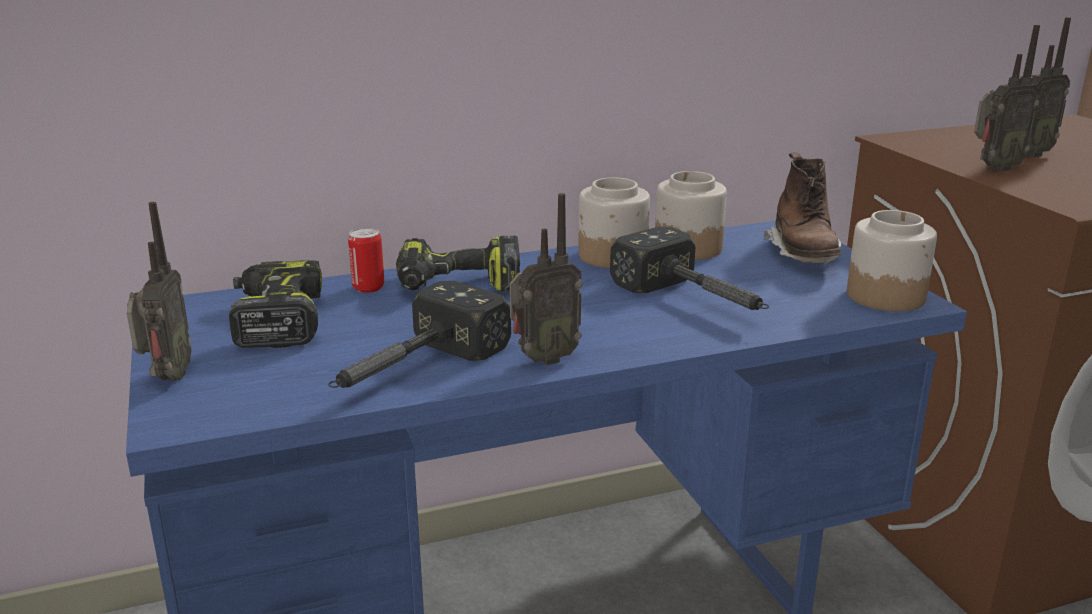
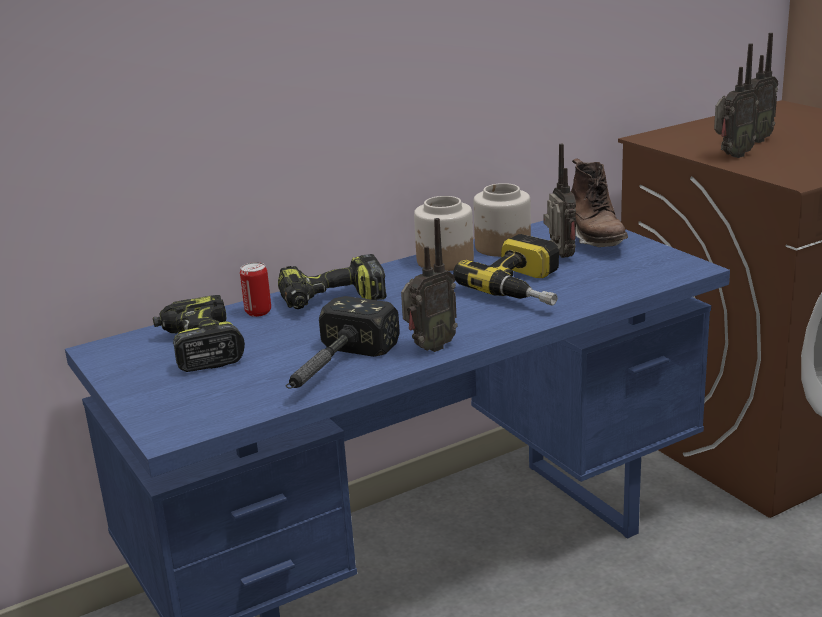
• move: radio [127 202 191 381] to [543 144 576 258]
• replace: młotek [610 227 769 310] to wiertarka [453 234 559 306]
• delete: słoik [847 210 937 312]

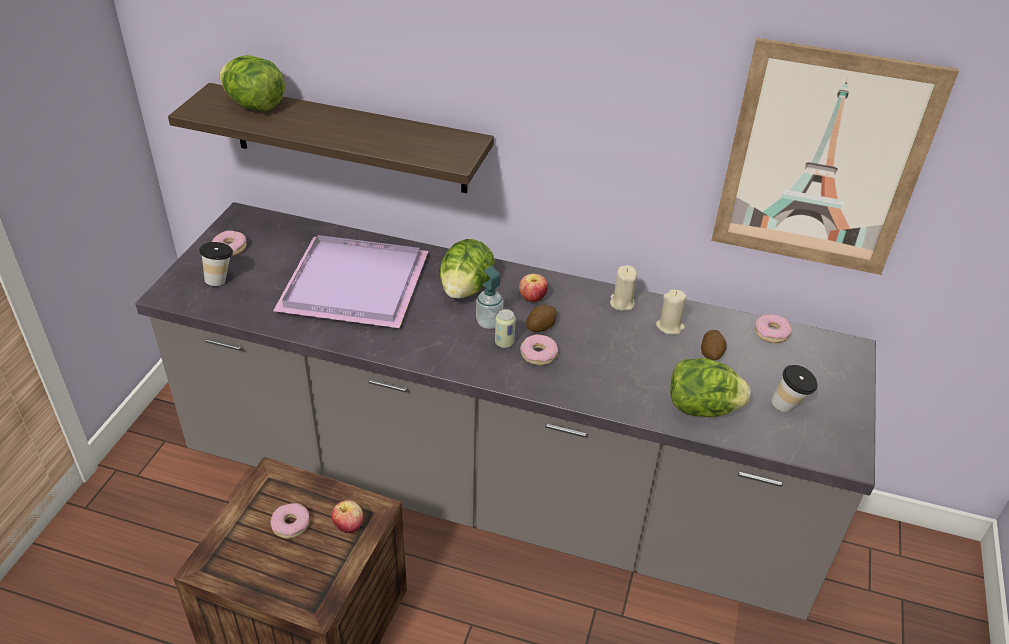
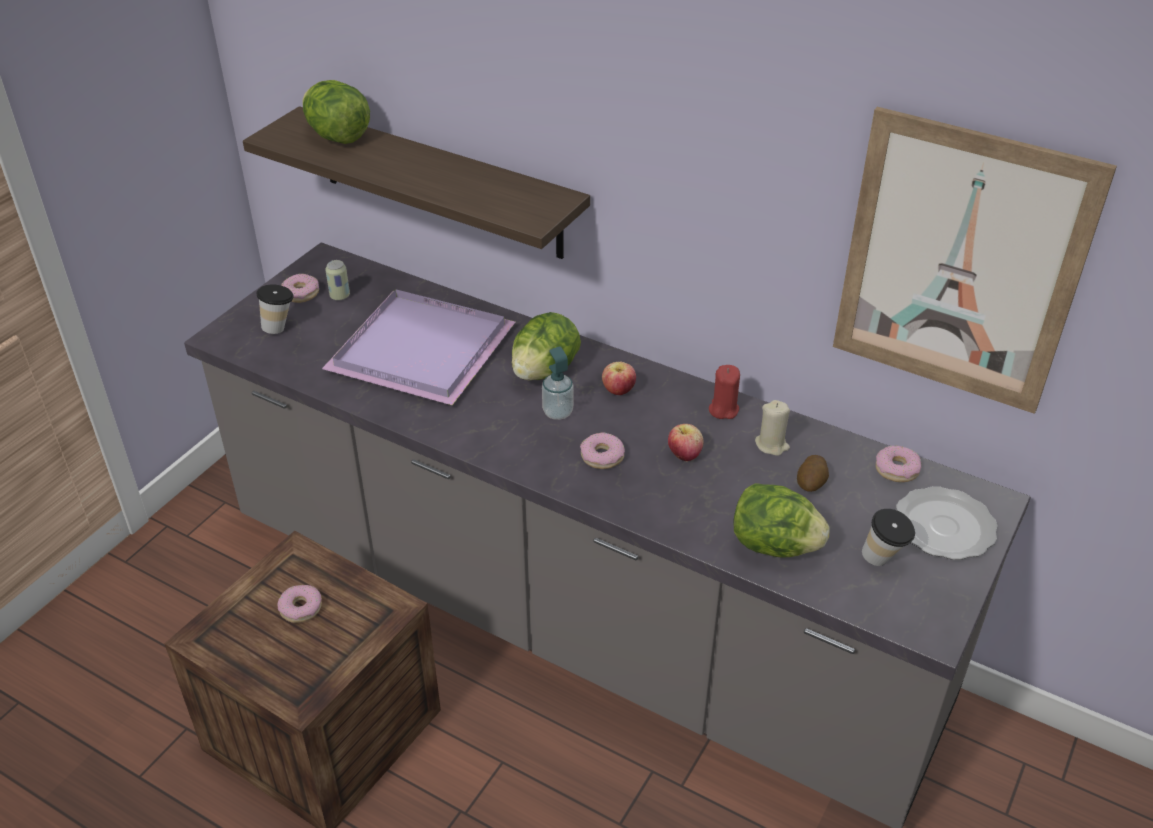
• move: jabłko [332 500 363 533] to [668 424 704 461]
• move: puszka [495 309 516 348] to [325 260 350 301]
• delete: ziemniak [526 305 557 332]
• recolor: świeca [beżowy] [610 265 637 311] to świeca [czerwony] [709 365 740 419]
• insert: talerz [896 486 998 560]

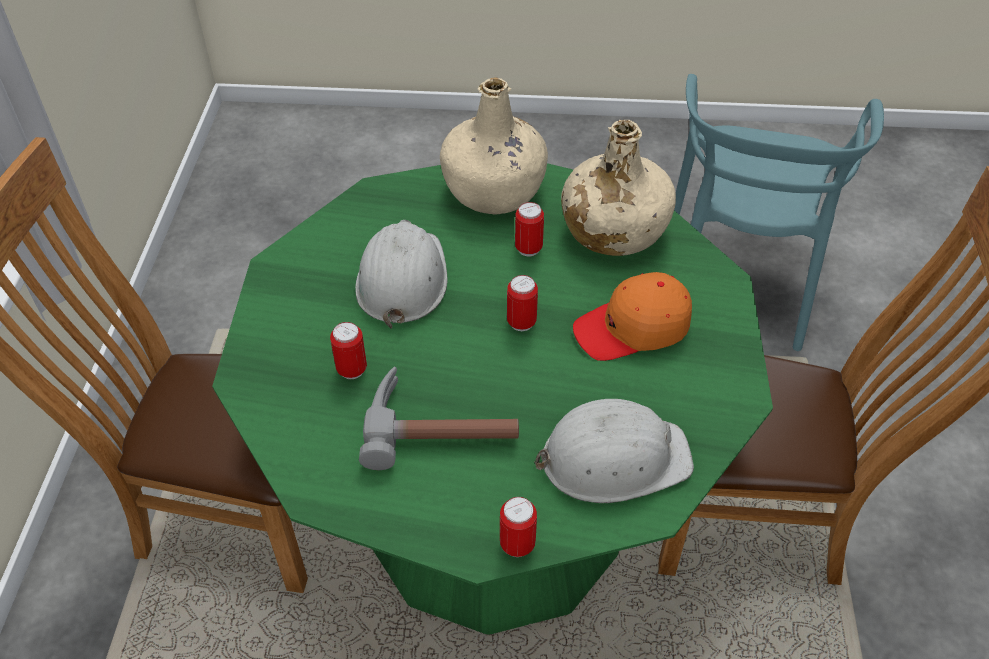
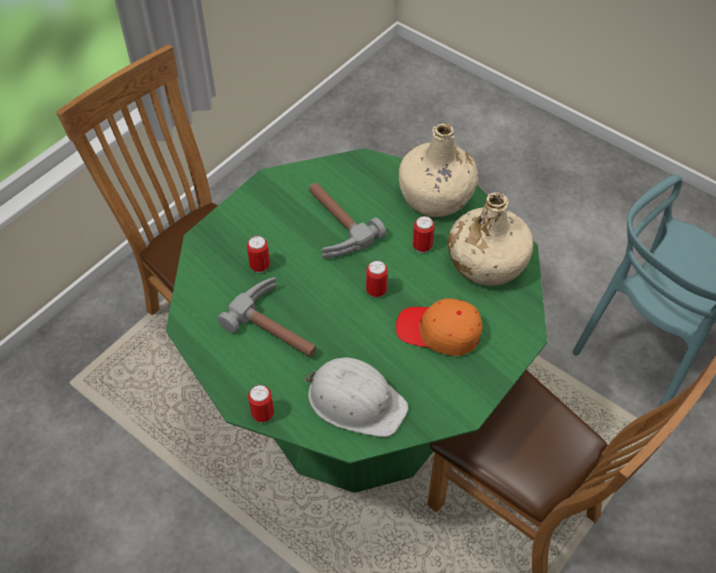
• replace: kask [biały] [355 220 448 329] to młotek [309 183 386 258]

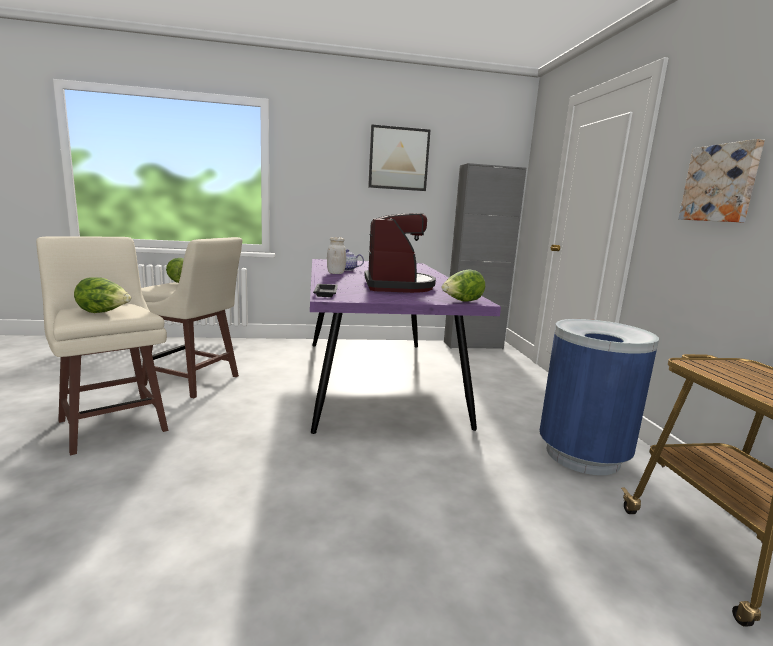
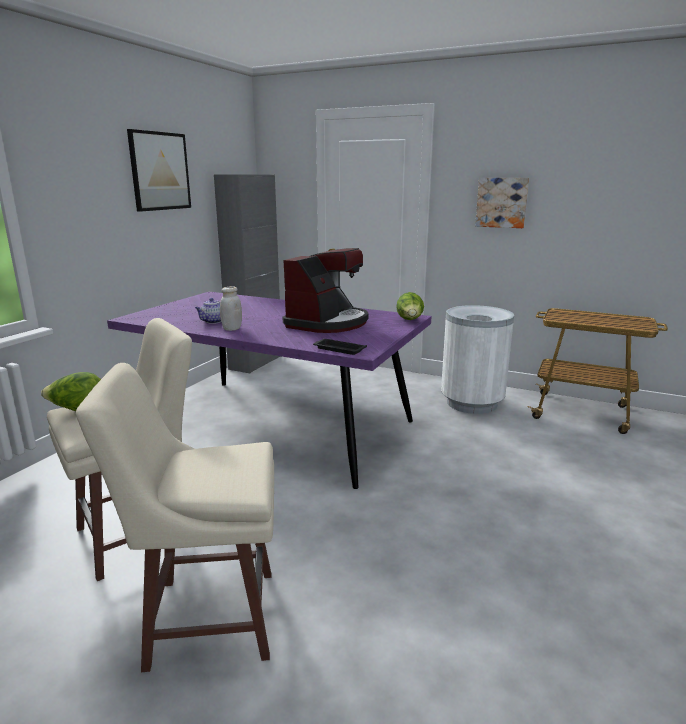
• delete: sałata [74 277 131 313]
• rotate: ekspres do kawy [364 213 436 293] = [283 248 369 333] 90 degrees clockwise
• recolor: kosz na śmieci [niebieski] [539 319 659 475] to kosz na śmieci [biały] [441 305 514 414]

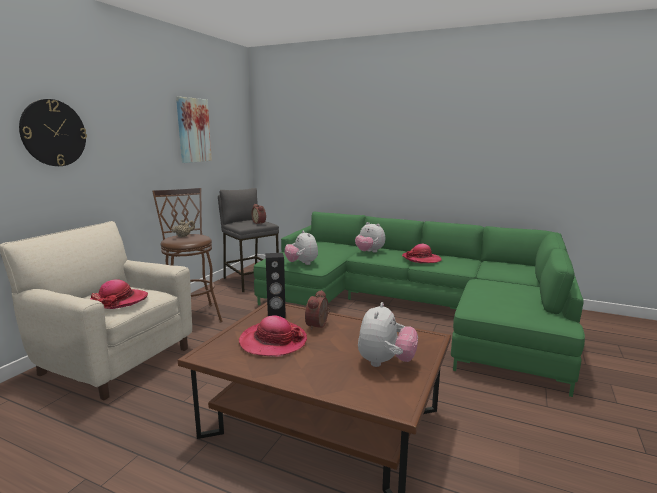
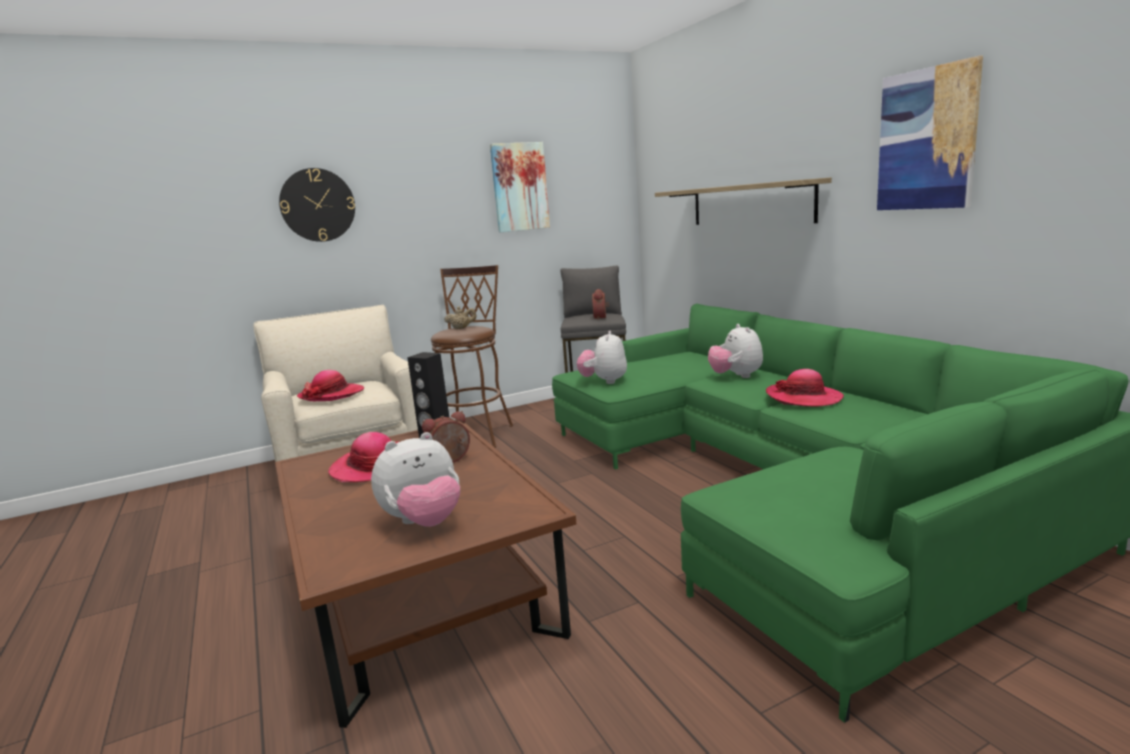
• insert: półka [655 178 832 225]
• insert: obraz [877 56 983 210]

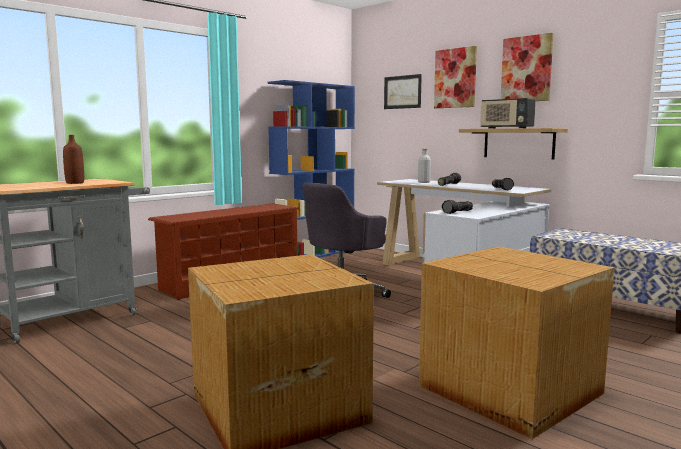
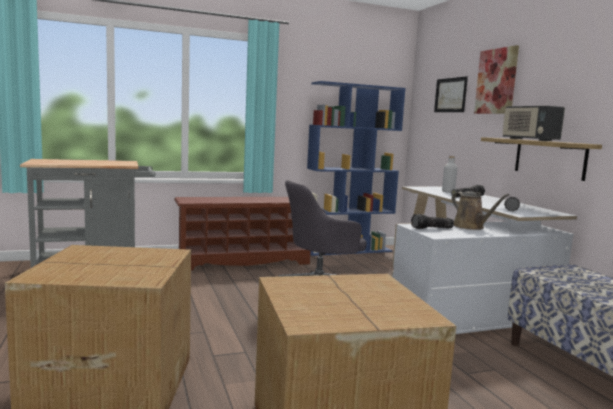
• delete: butelka [brązowy] [63 135 84 184]
• delete: obraz [501 33 554 101]
• insert: konewka [brązowy] [452 191 509 230]

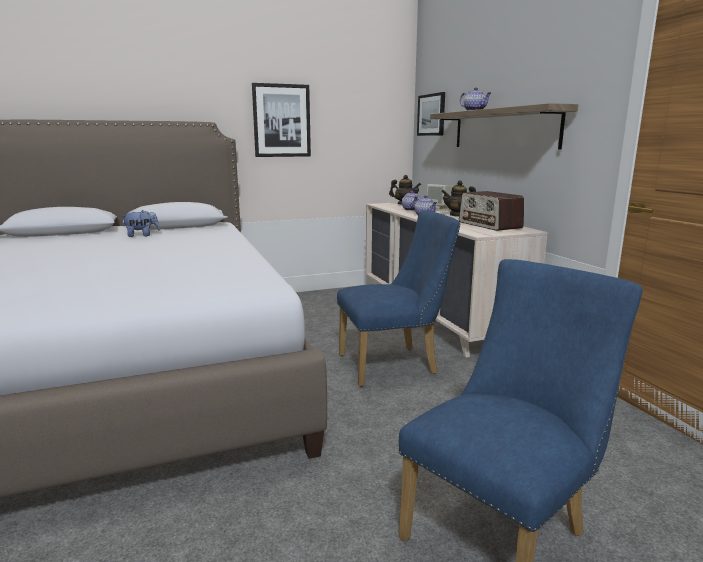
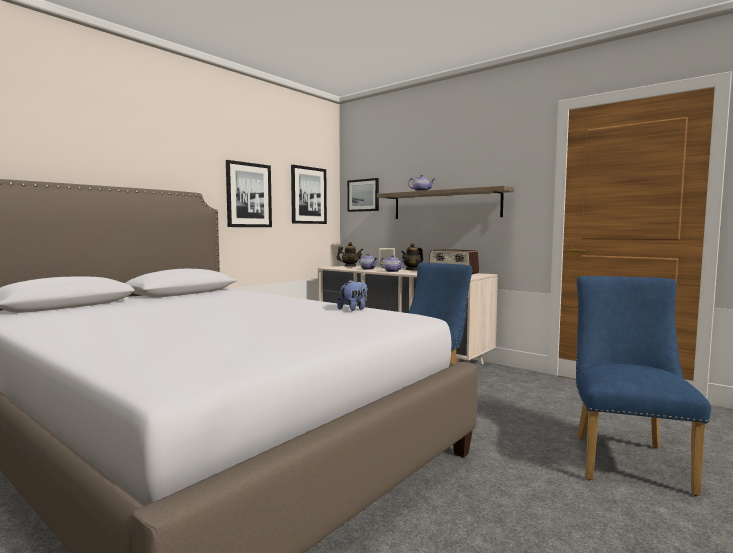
• move: pluszak [122 210 160 237] to [337 280 367 311]
• insert: obraz [291 165 327 224]

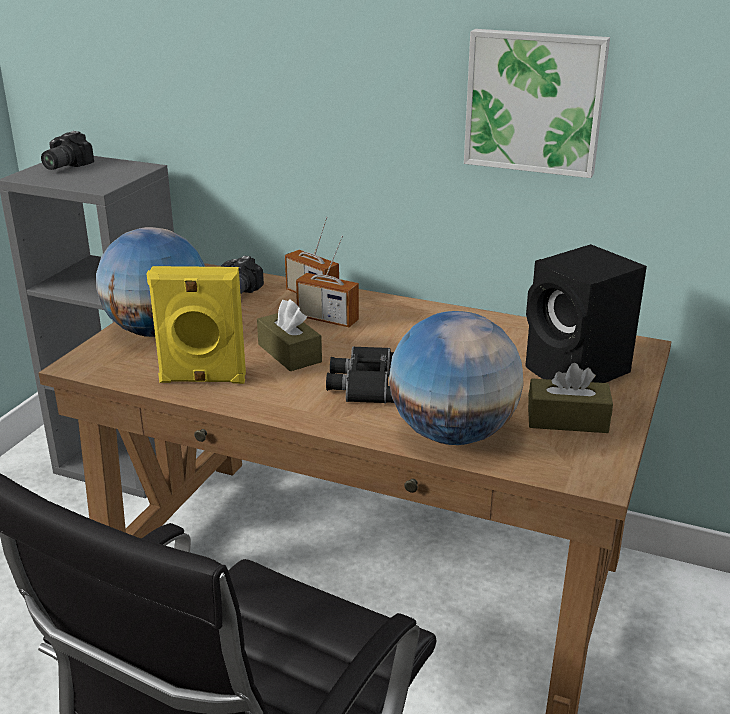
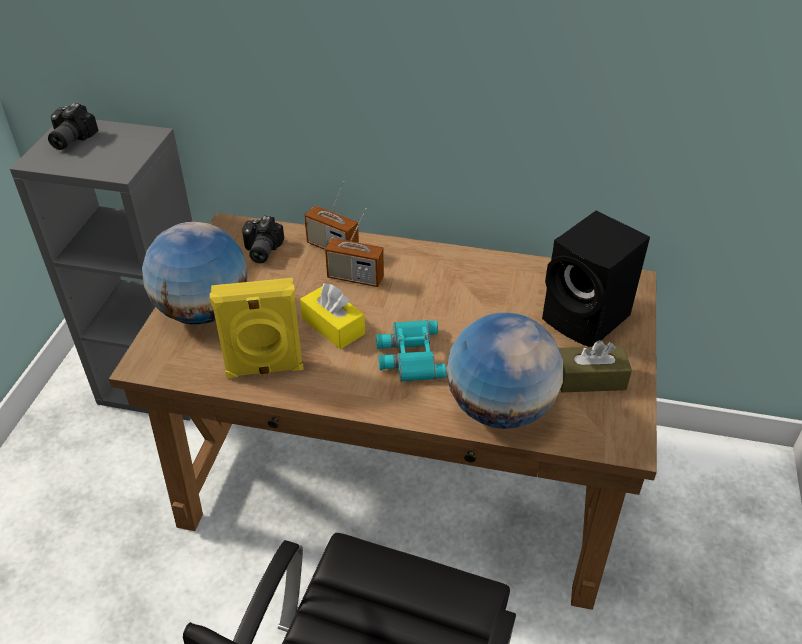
• recolor: pudełko chusteczek [brązowy] [257 299 322 371] to pudełko chusteczek [żółty] [300 283 365 349]
• recolor: lornetka [czarny] [326 346 394 403] to lornetka [turkusowy] [376 320 446 382]
• delete: obraz [464 29 610 178]

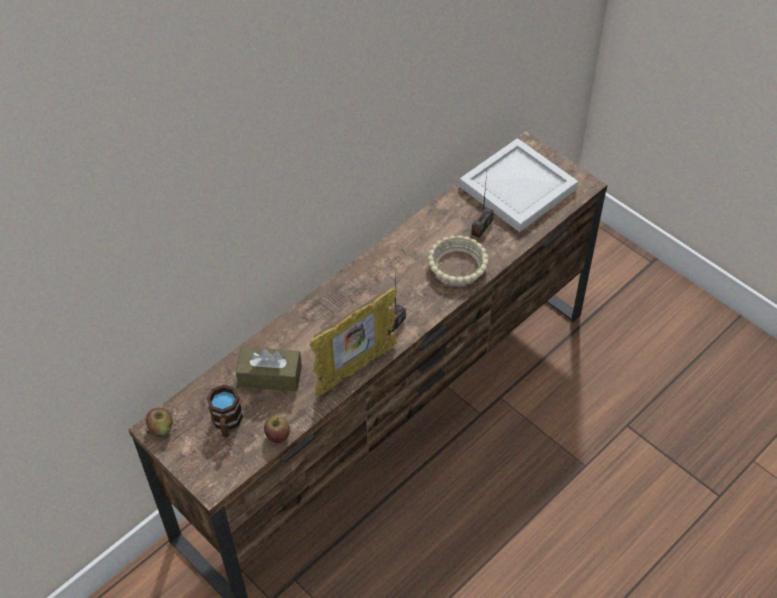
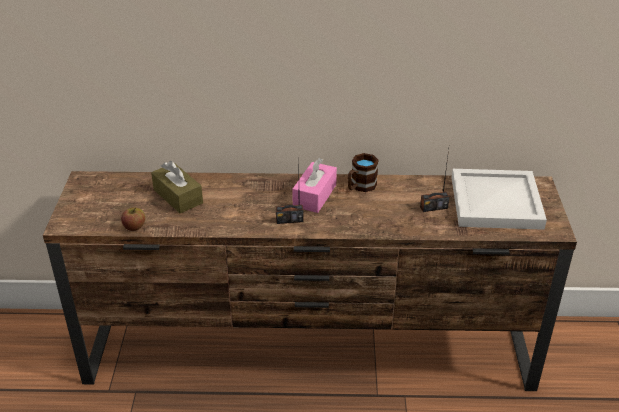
• delete: jabłko [146 408 173 435]
• move: kubek [brązowy] [207 385 243 437] to [348 153 379 192]
• delete: ramka na zdjęcie [310 287 397 397]
• delete: miska [beżowy] [428 235 489 285]
• insert: pudełko chusteczek [różowy] [292 158 337 213]

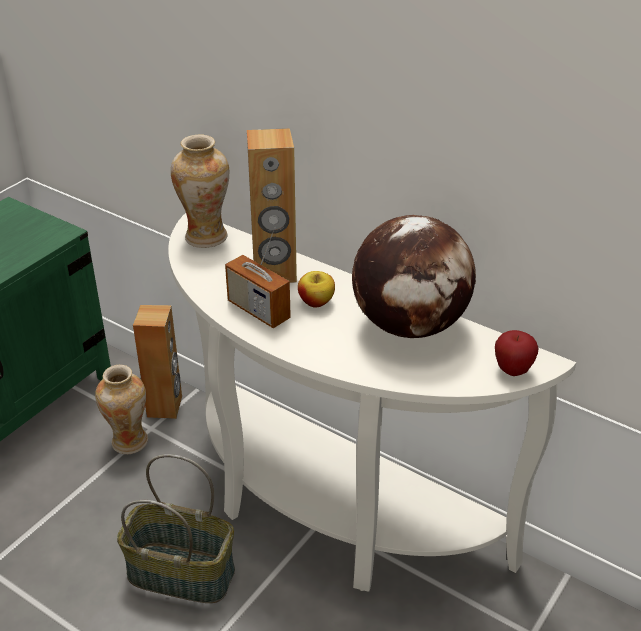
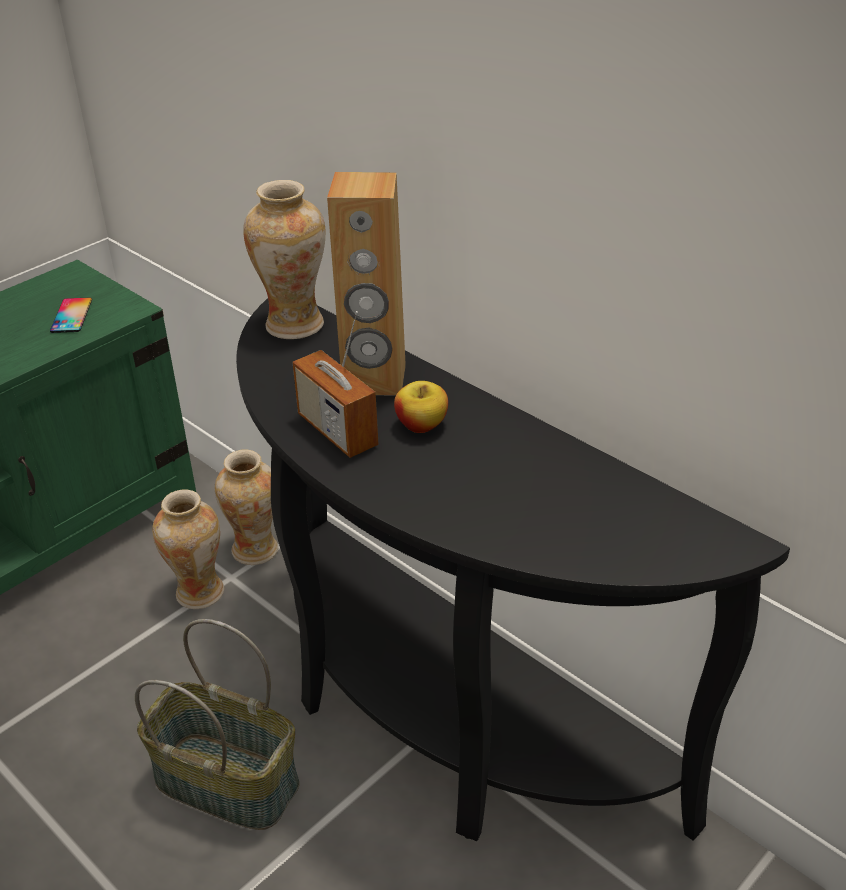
• replace: głośnik [brązowy] [133 305 182 419] to wazon [215 449 278 565]
• recolor: stolik konsolowy [biały] [168 213 576 592] to stolik konsolowy [czarny] [236 298 790 841]
• delete: globus [352 215 476 338]
• delete: jabłko [495 330 538 376]
• insert: telefon [50 298 92 333]

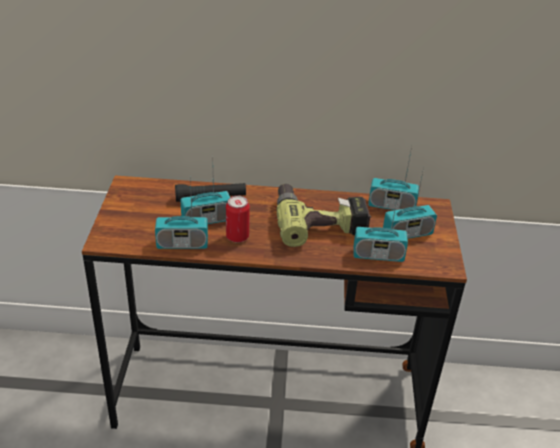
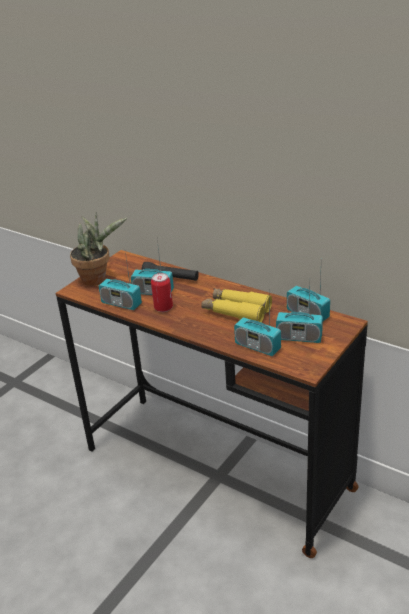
• replace: wiertarka [277 184 371 247] to lornetka [żółty] [201 288 272 323]
• insert: roślina doniczkowa [70 213 127 286]

